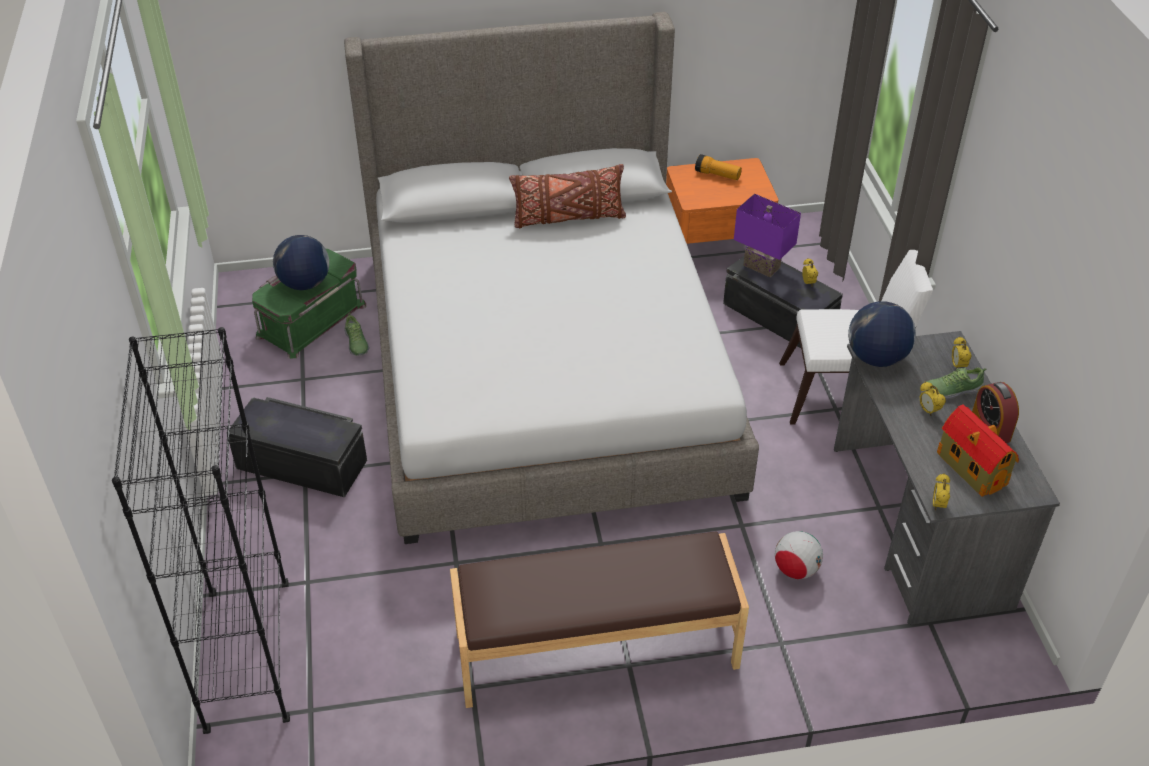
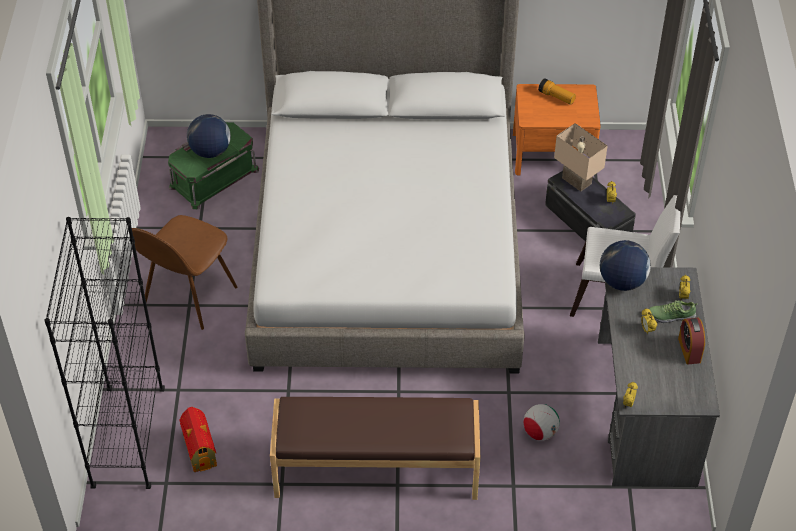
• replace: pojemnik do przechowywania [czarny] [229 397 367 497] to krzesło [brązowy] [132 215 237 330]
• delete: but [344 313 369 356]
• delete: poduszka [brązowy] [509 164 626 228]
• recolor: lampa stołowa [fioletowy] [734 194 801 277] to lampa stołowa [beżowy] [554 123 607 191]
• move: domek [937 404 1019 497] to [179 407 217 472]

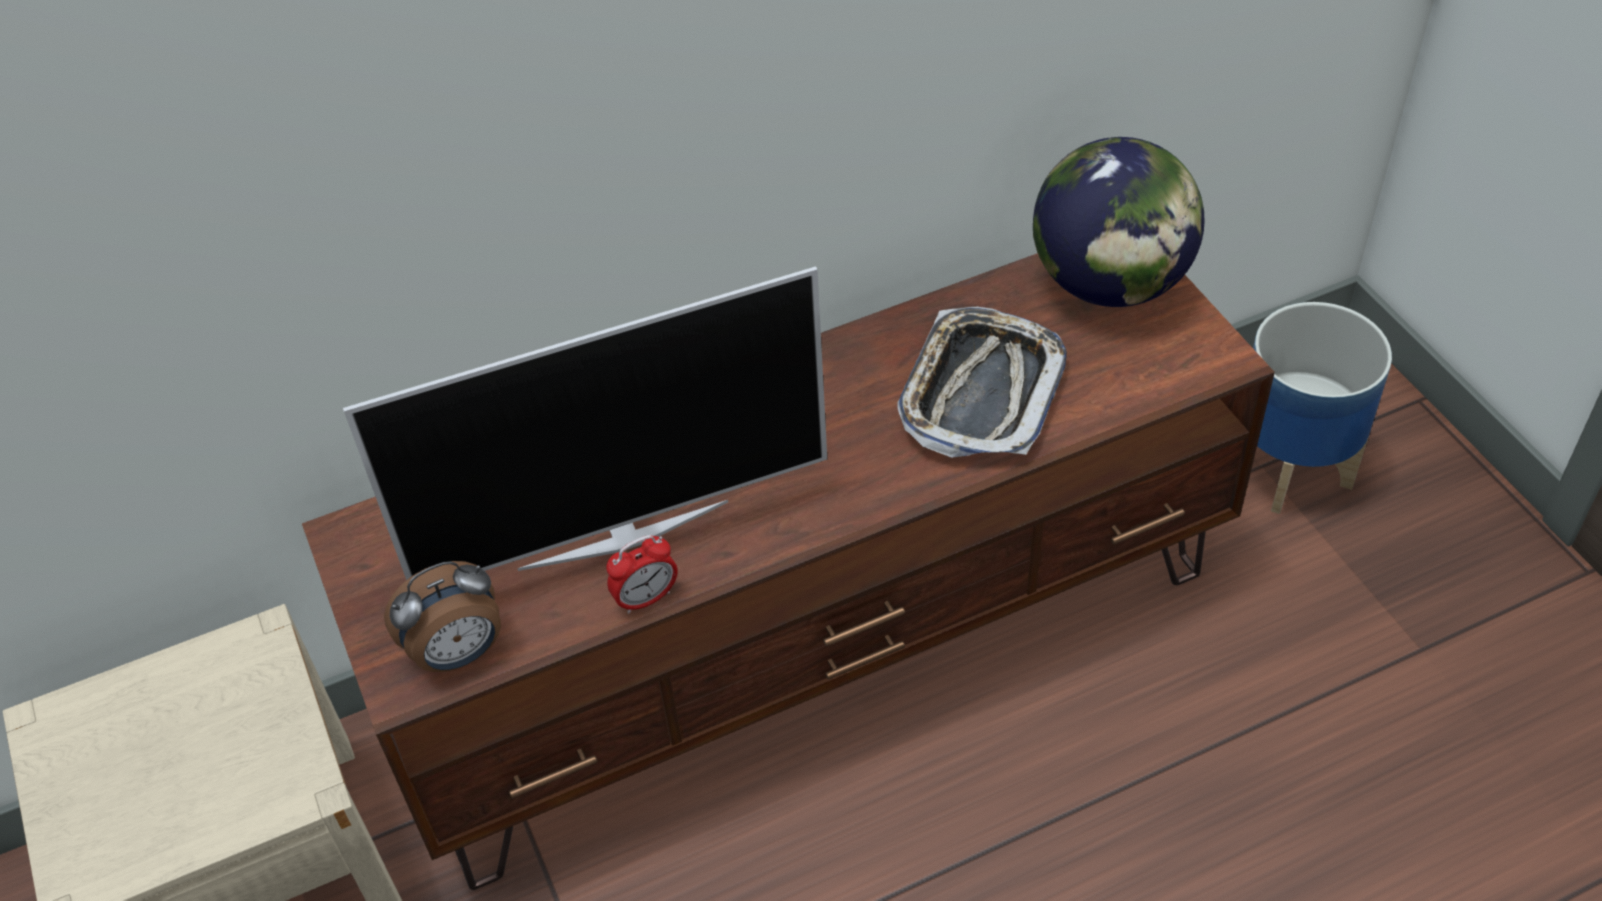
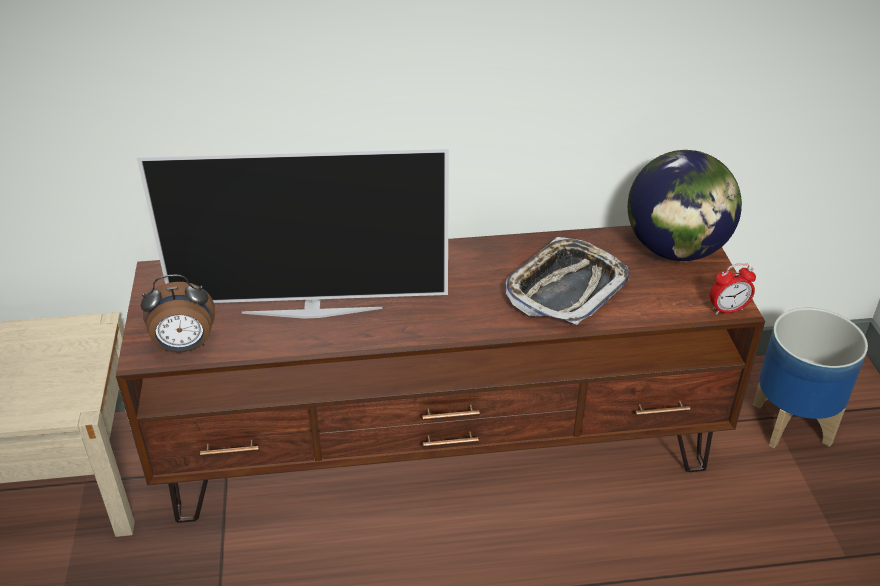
• move: budzik [606 535 678 614] to [710 263 756 315]

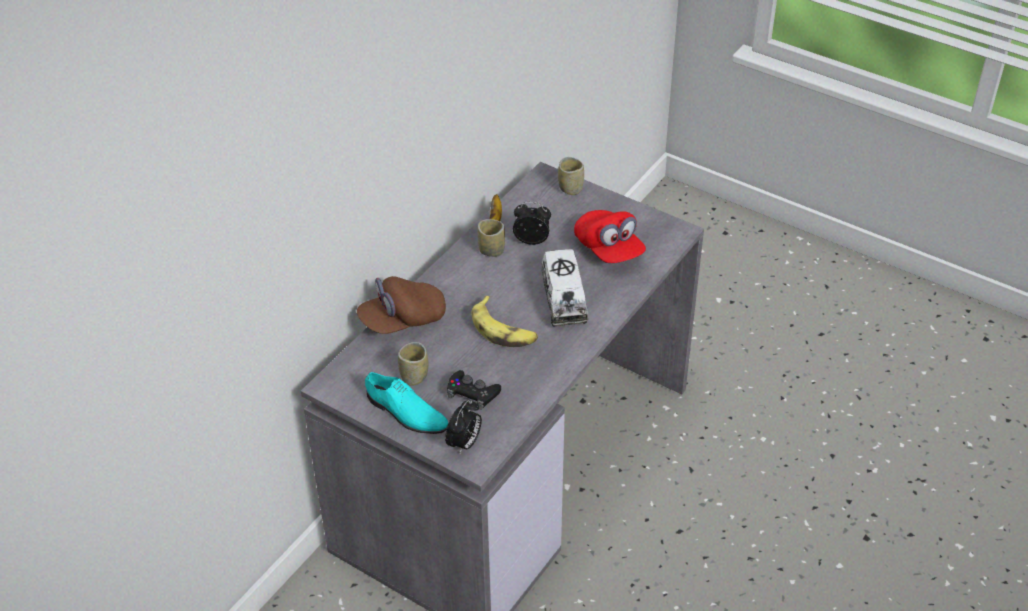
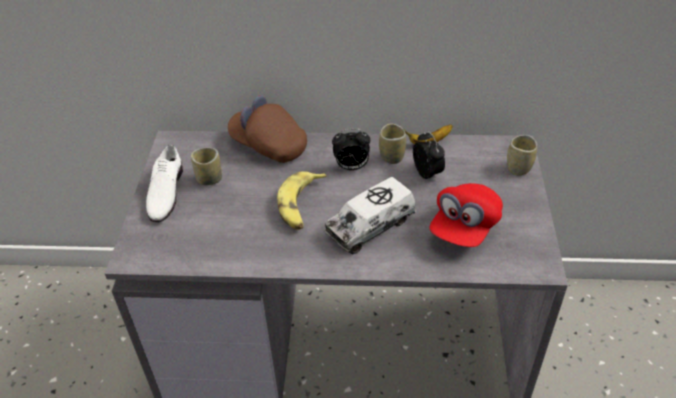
• recolor: but [turkusowy] [365 372 449 434] to but [biały] [146 145 183 222]
• move: budzik [445 400 482 453] to [332 129 370 170]
• delete: pad do gier [czarny] [447 370 501 410]

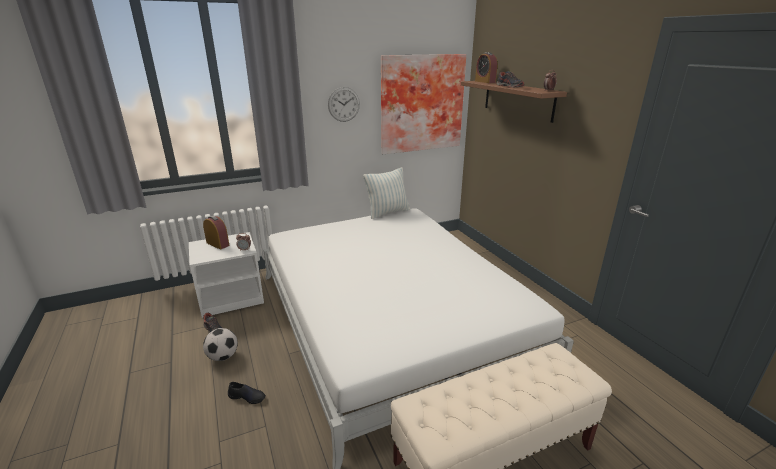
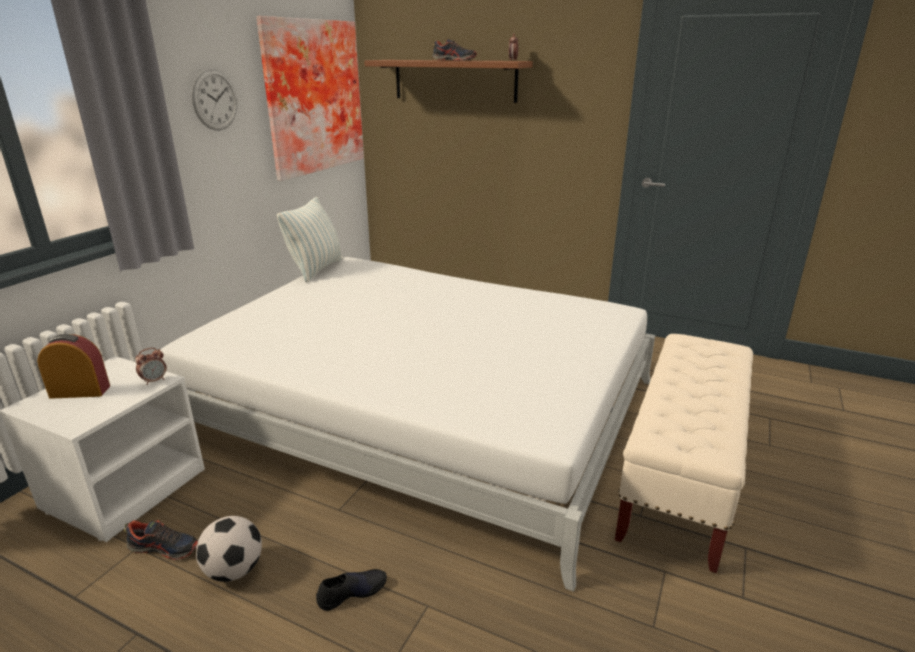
• delete: budzik [475 52 498 83]

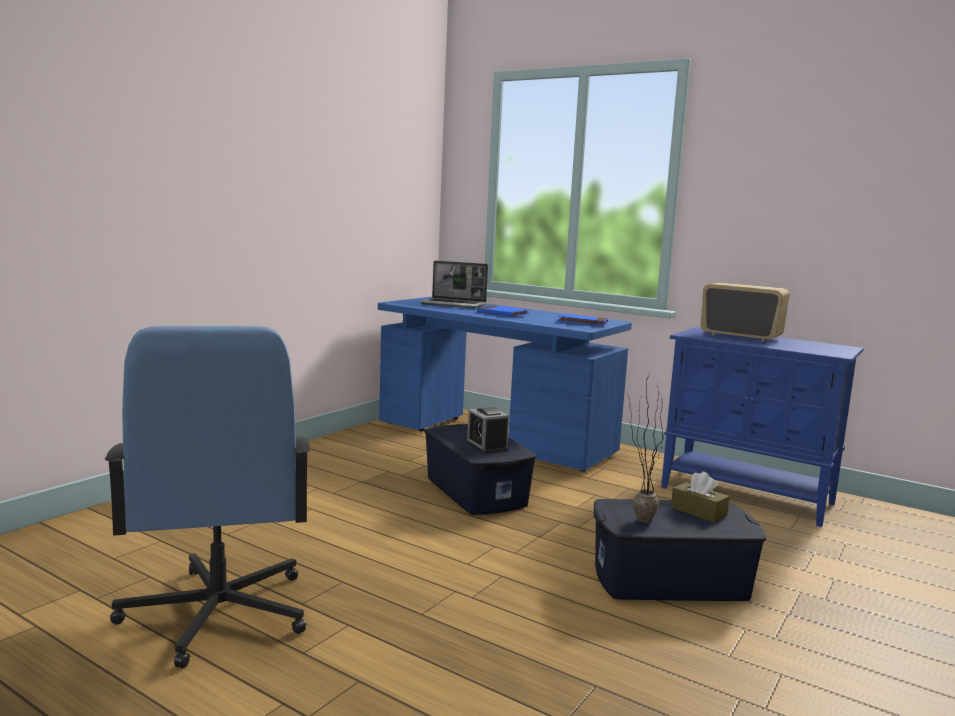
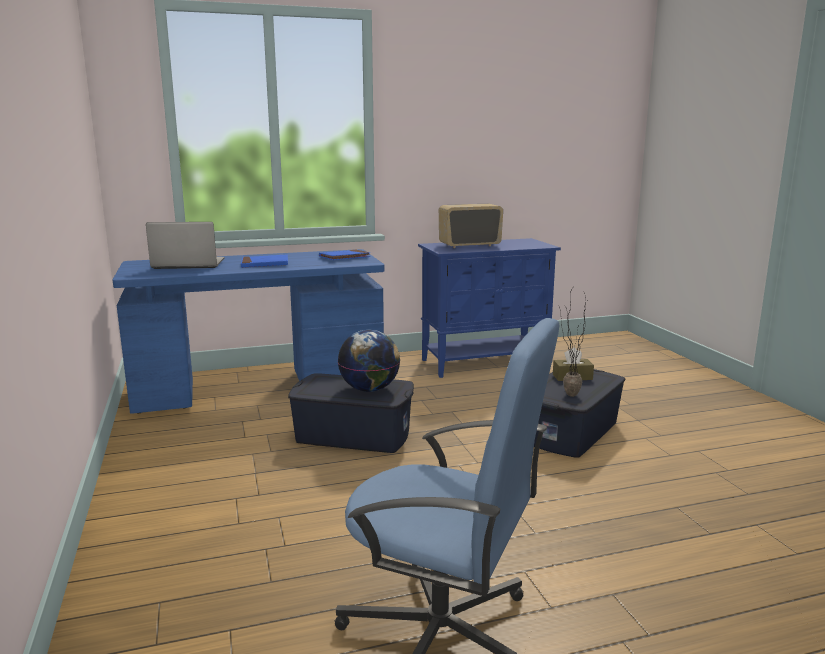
• rotate: laptop [420 261 488 308] = [146 222 225 269] 150 degrees counterclockwise
• replace: budzik [466 407 509 454] to globus [338 330 400 392]

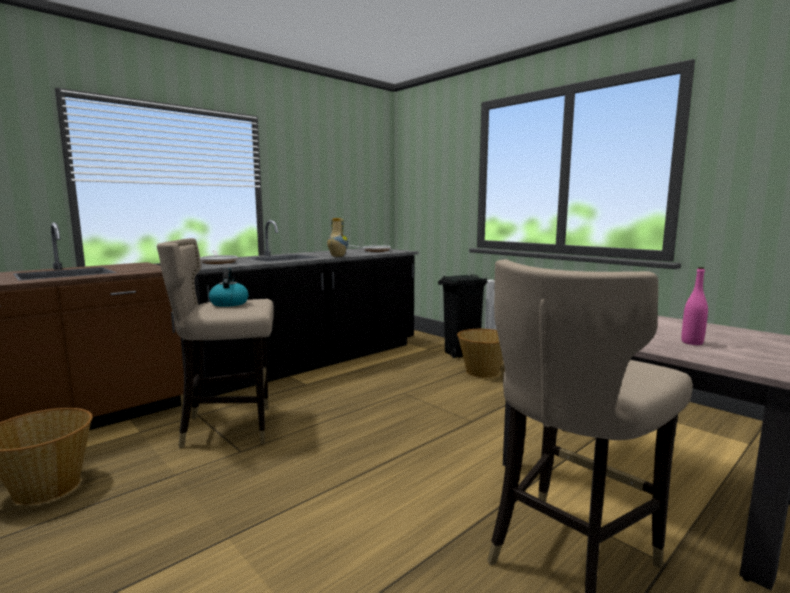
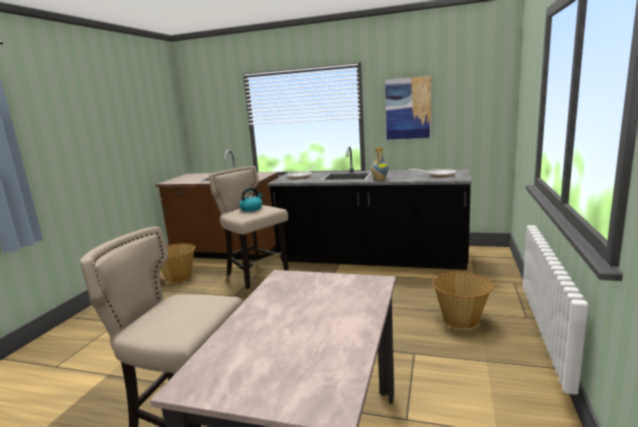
• delete: kosz na śmieci [czarny] [438 274 487 358]
• delete: butelka [różowy] [681 267 708 345]
• insert: obraz [385 76 431 139]

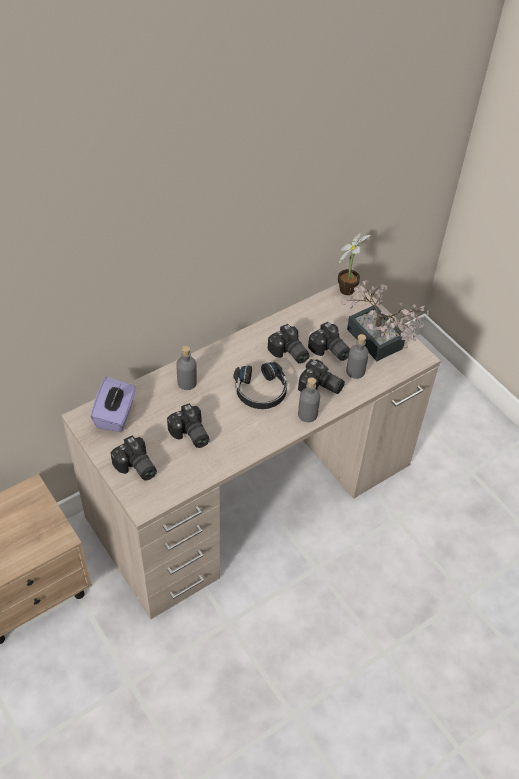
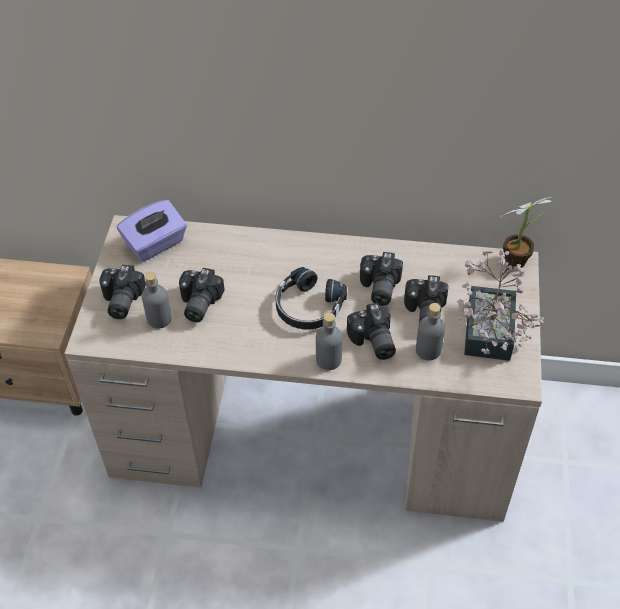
• move: butelka [szary] [176 346 197 390] to [142 272 172 328]

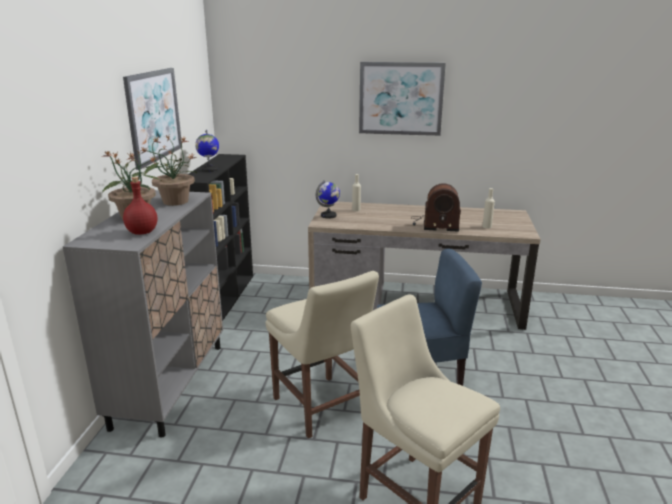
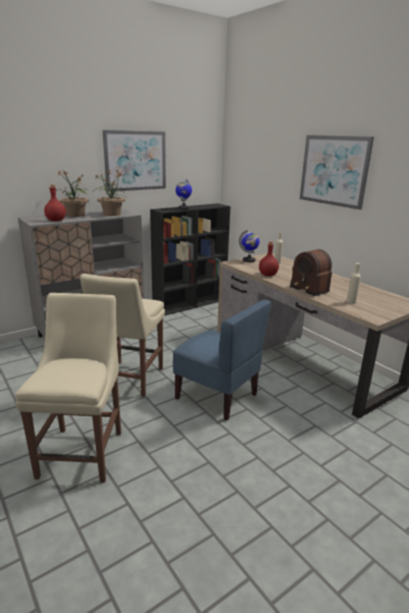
• insert: butelka [czerwony] [259 241 279 276]

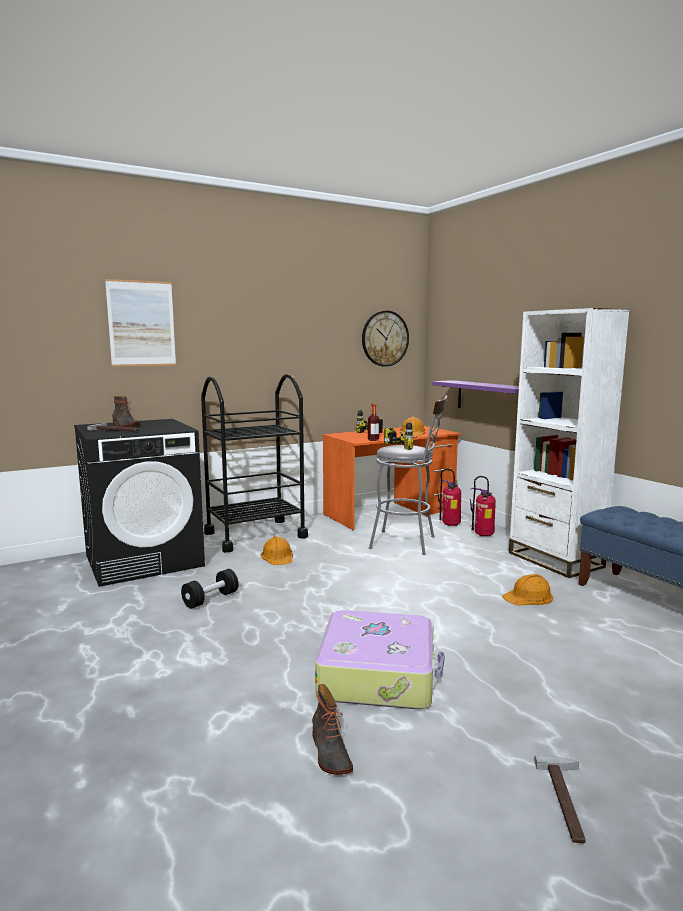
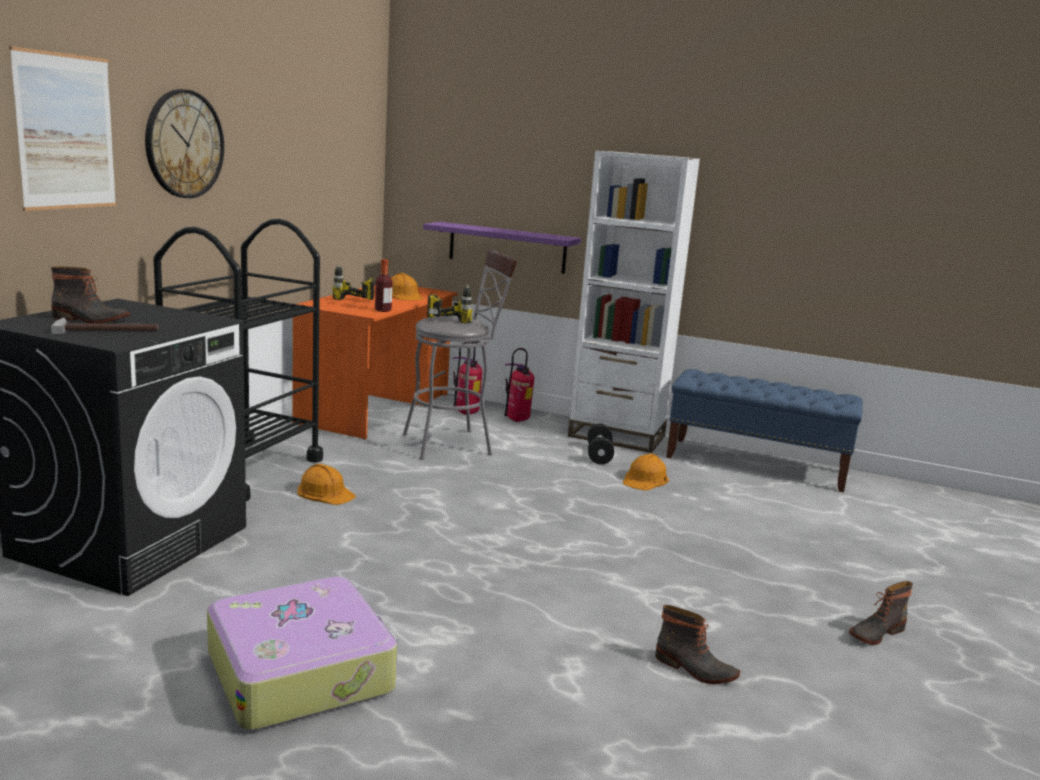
• move: hantel [czarny] [181 569 238 609] to [588 424 614 465]
• move: walizka [315 610 445 709] to [207 577 398 730]
• move: zegar ścienny [362 311 409 367] to [145 89 224 198]
• replace: młotek [534 755 586 844] to but z cholewką [849 581 913 645]

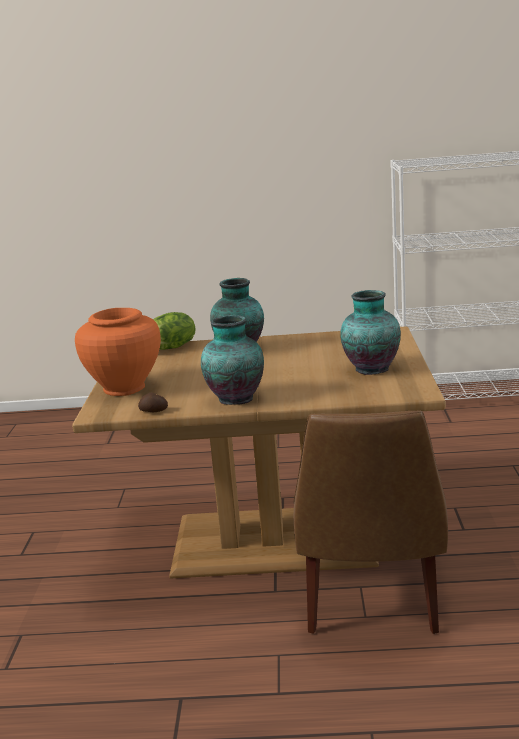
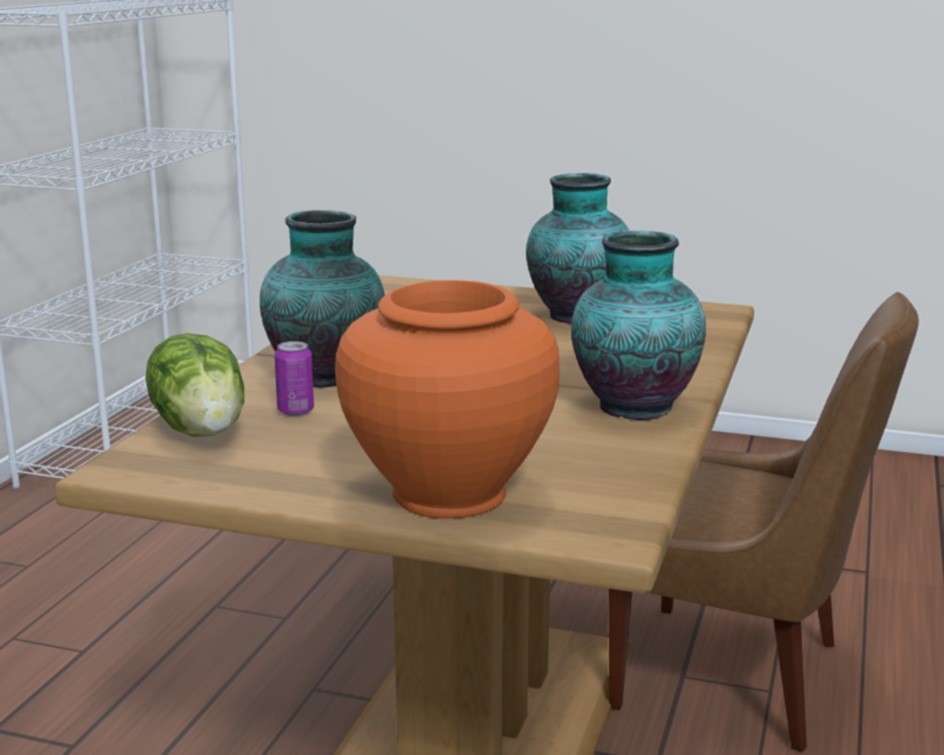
• delete: ziemniak [138 393 168 412]
• insert: puszka [274 341 314 416]

